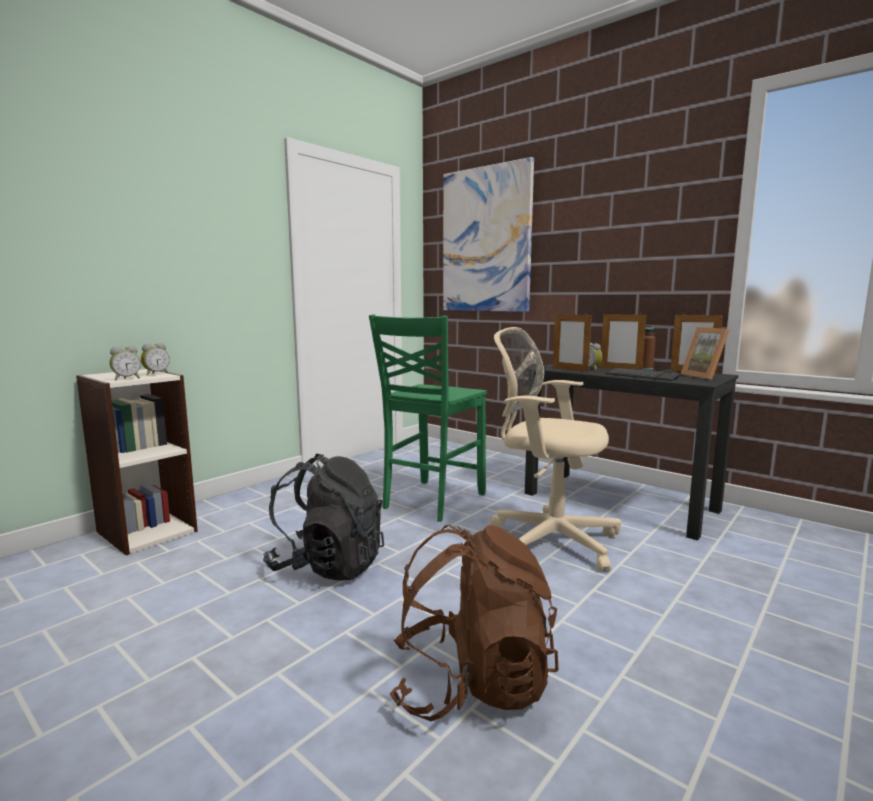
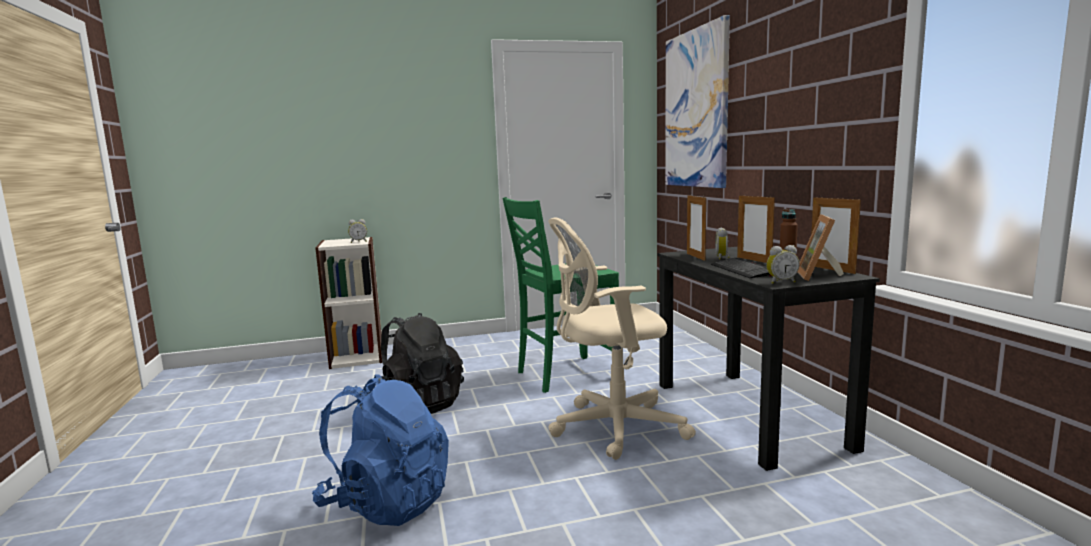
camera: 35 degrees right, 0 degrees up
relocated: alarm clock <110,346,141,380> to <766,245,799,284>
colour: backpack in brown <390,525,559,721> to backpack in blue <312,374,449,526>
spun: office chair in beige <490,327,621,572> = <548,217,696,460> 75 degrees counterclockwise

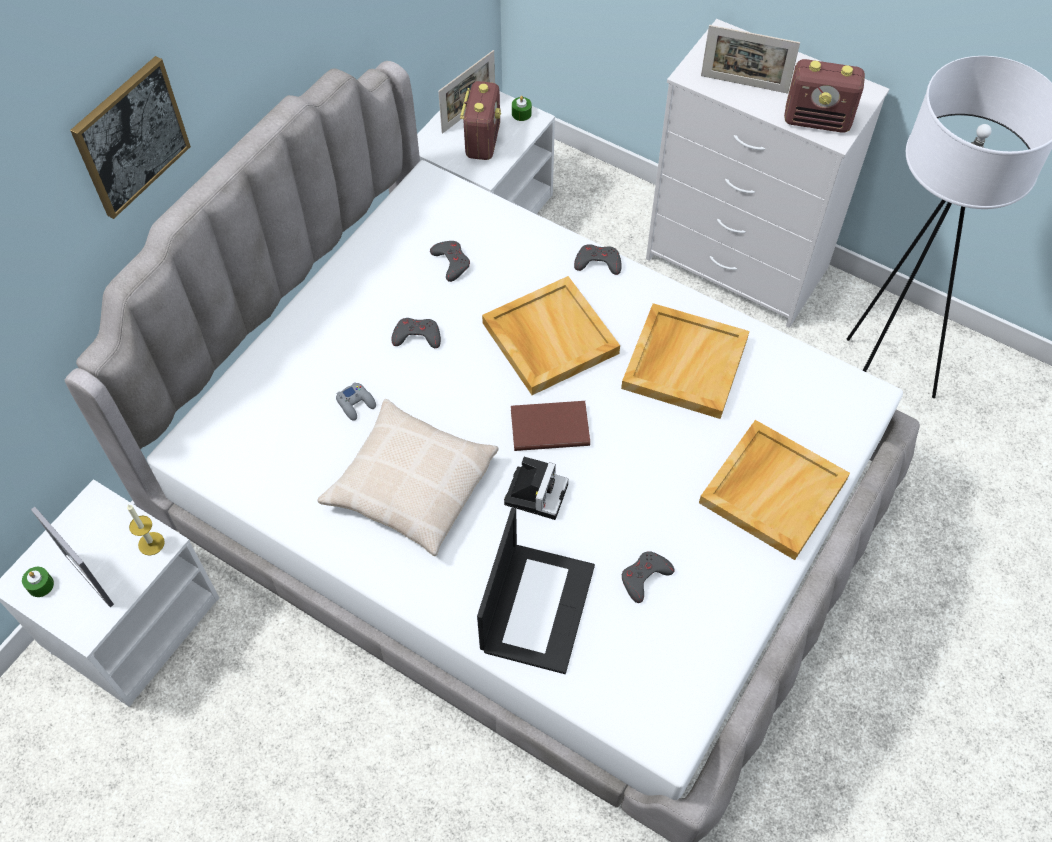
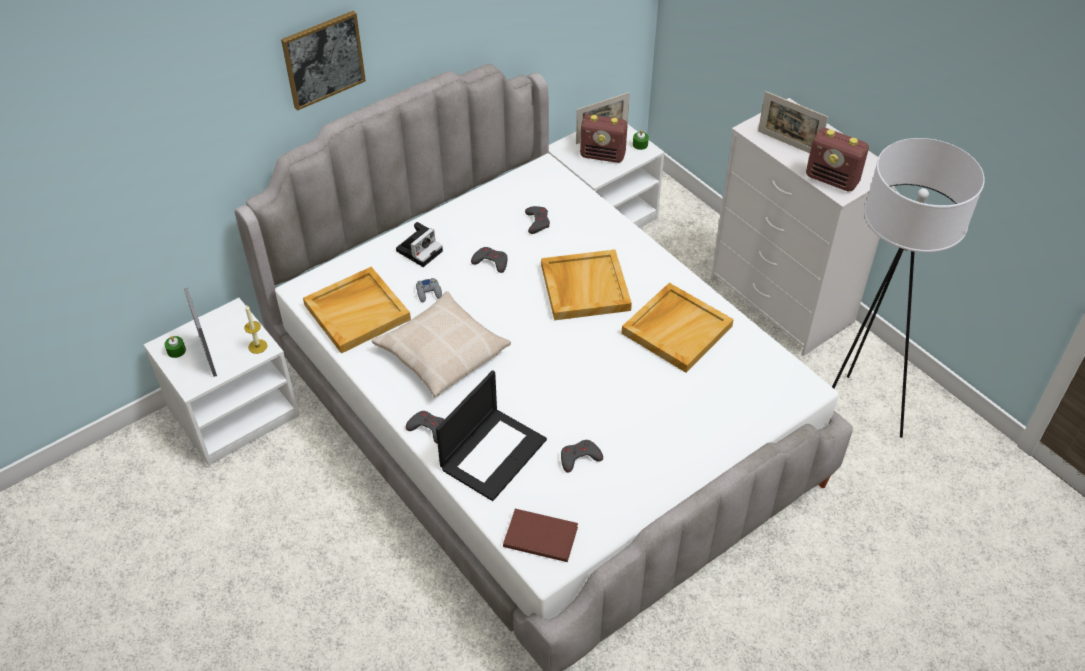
camera: 20 degrees right, 10 degrees down
relocated: game controller in grey <574,244,622,275> to <406,411,445,443>; book in brown <511,401,590,451> to <503,509,578,562>; tray in beige <699,420,850,560> to <303,267,411,354>; photo camera <504,457,569,520> to <396,222,443,267>
spun: radio <460,81,501,160> = <580,114,627,163> 75 degrees clockwise

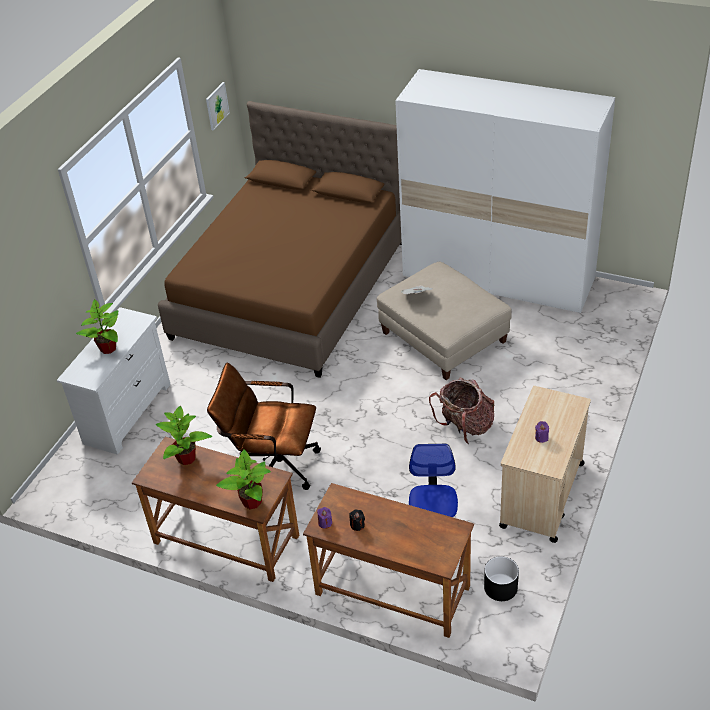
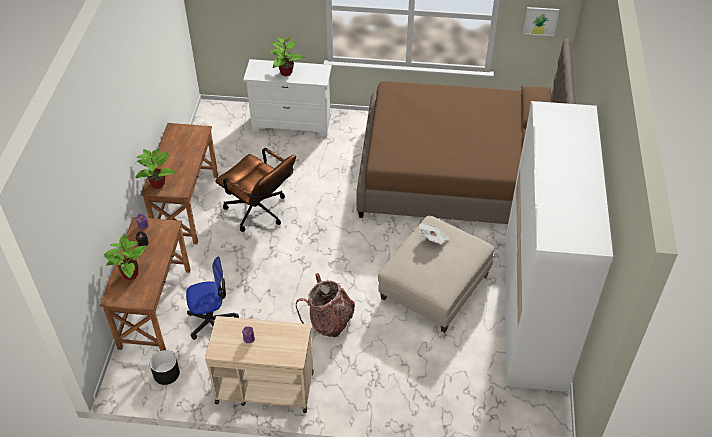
camera: 70 degrees right, 5 degrees up
relocated: potted plant <156,406,212,465> to <104,234,147,280>
spun: office chair in brown <207,362,321,490> = <215,148,296,232> 135 degrees clockwise

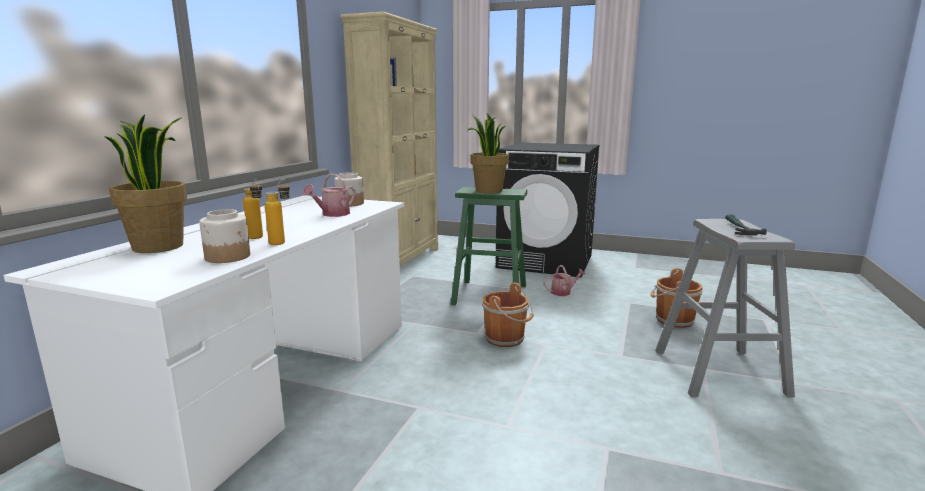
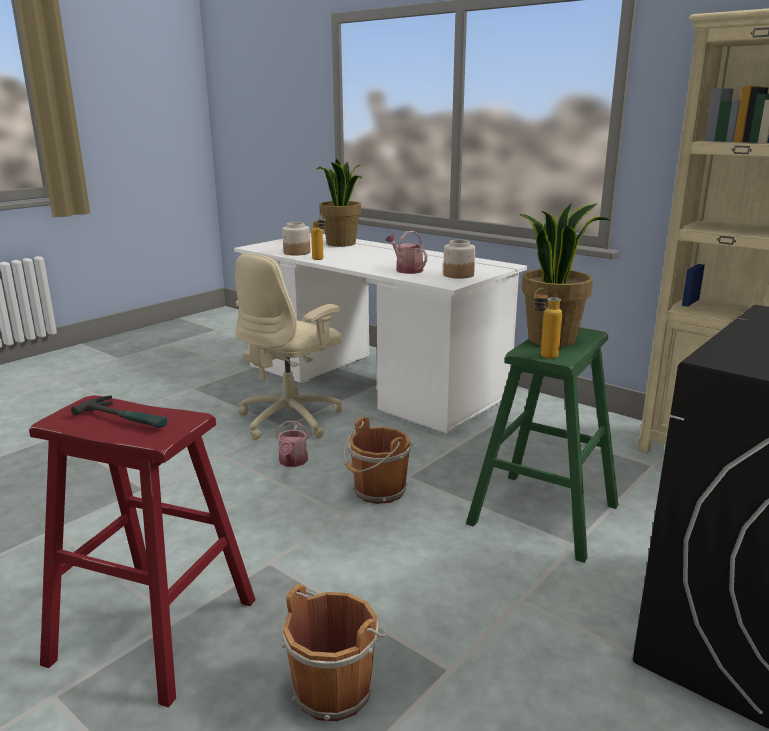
camera: 110 degrees right, 5 degrees up
appeared: office chair in beige <235,253,342,440>
relocated: bottle <243,179,263,239> to <534,288,562,359>; watering can <544,265,586,296> to <276,421,309,467>
colour: stool in grey <655,219,795,398> to stool in red <29,395,256,708>

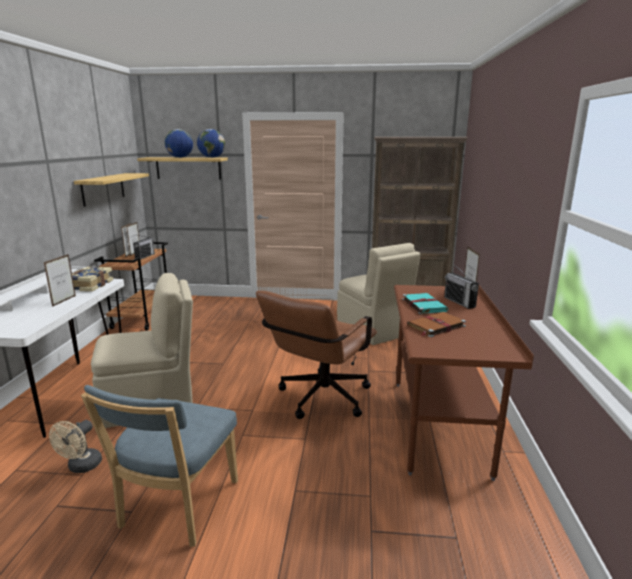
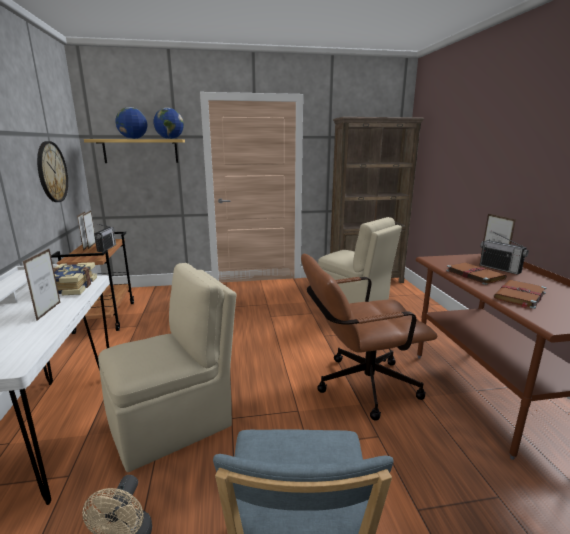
camera: 15 degrees left, 0 degrees up
exchanged: shelf <74,173,149,207> to wall clock <37,141,68,202>
colour: book in turquoise <402,293,449,314> to book in brown <446,262,507,285>
spun: office chair in brown <256,291,377,419> = <301,254,437,421> 60 degrees clockwise

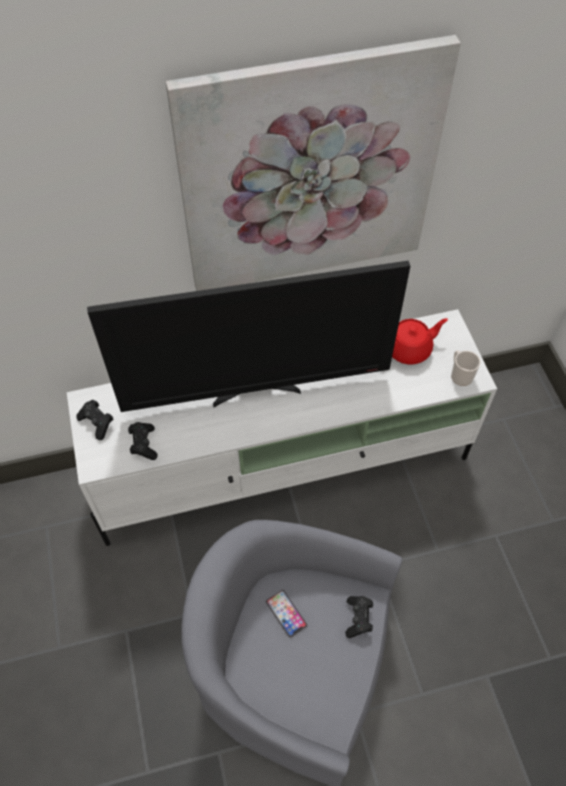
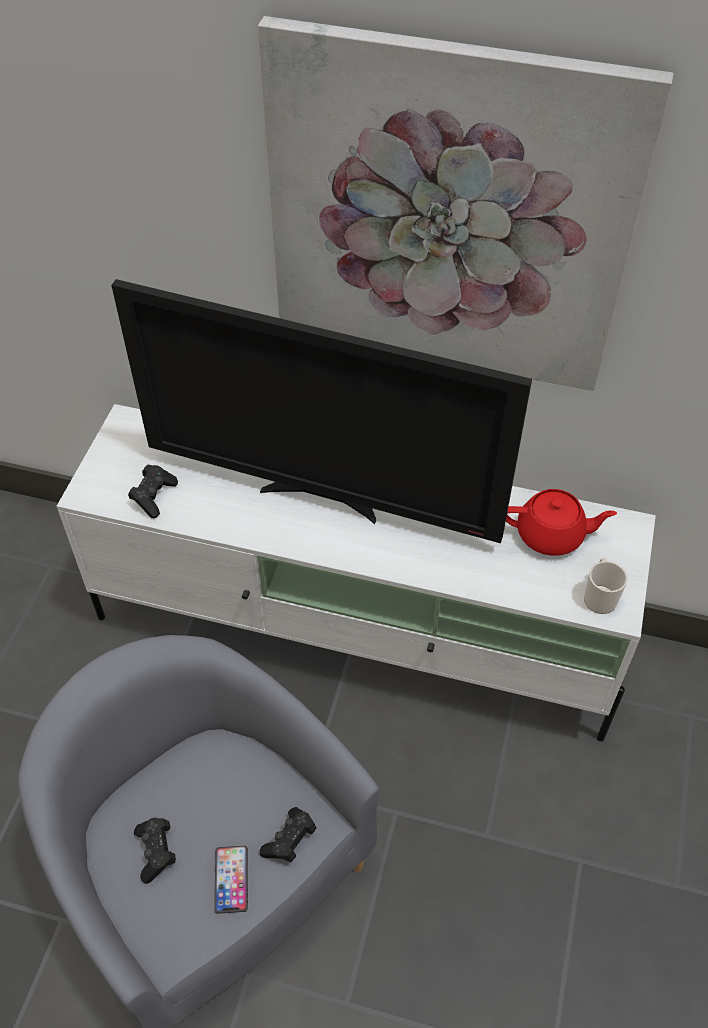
camera: 30 degrees right, 5 degrees down
relocated: game controller in black <76,400,113,440> to <134,818,176,884>; phone <266,590,307,637> to <214,846,248,914>

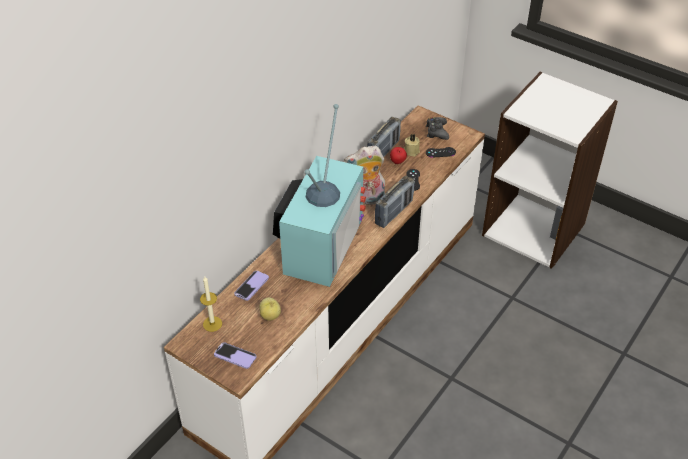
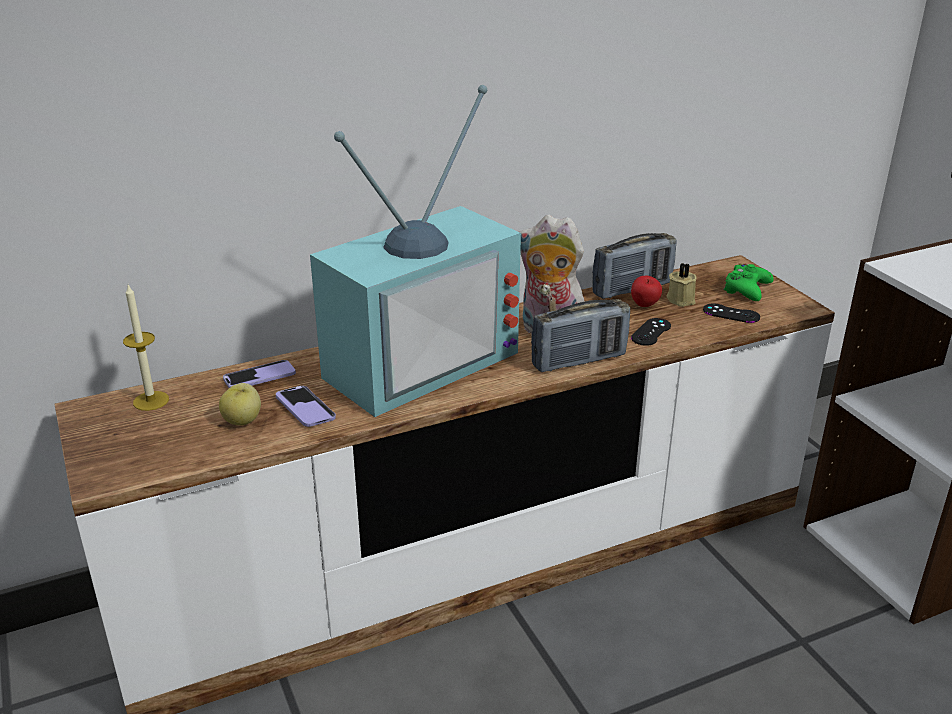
camera: 30 degrees right, 15 degrees down
relocated: phone <214,342,256,369> to <276,386,336,427>
colour: game controller in black <426,117,449,140> to game controller in green <723,264,774,301>

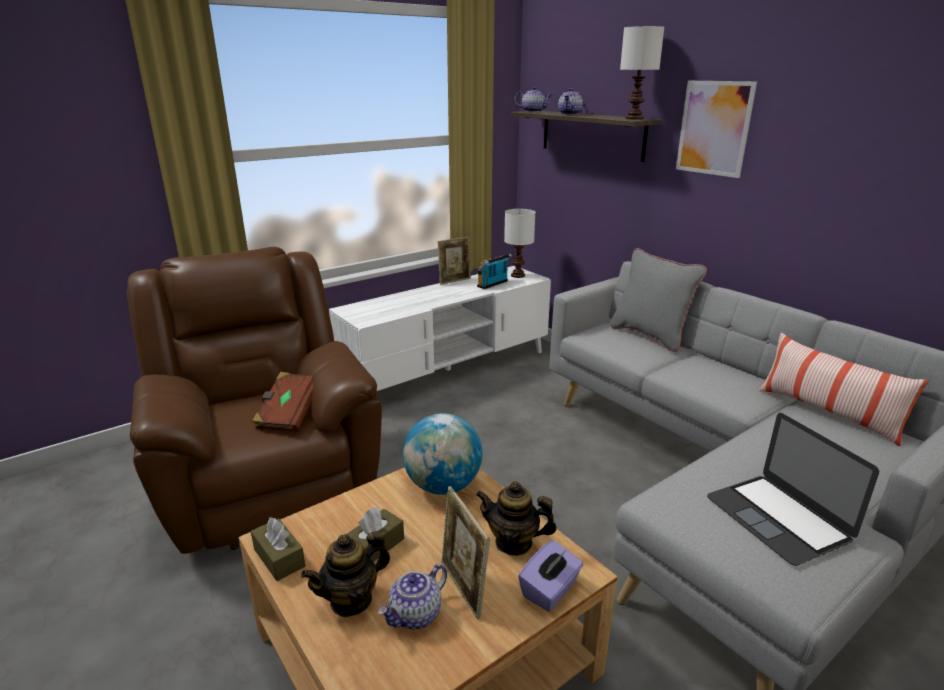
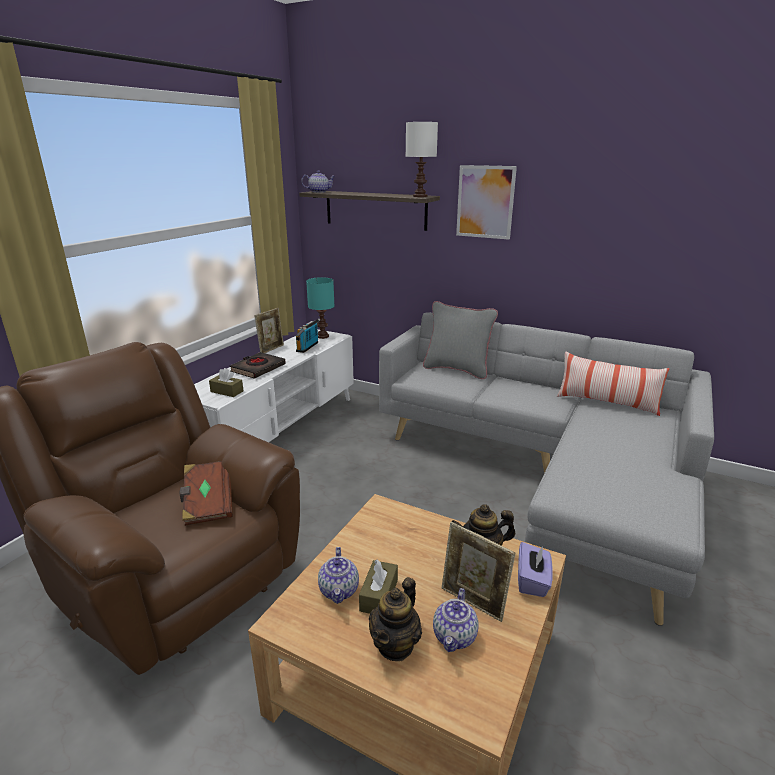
camera: 25 degrees left, 0 degrees up
missing: globe <403,413,482,495>; laptop <707,413,879,566>
appeared: book in black <230,352,286,379>
relocated: teapot <558,88,583,115> to <318,547,359,604>; tissue box in brown <251,517,305,581> to <209,368,244,397>
colour: table lamp in white <504,209,535,278> to table lamp in turquoise <306,277,335,339>

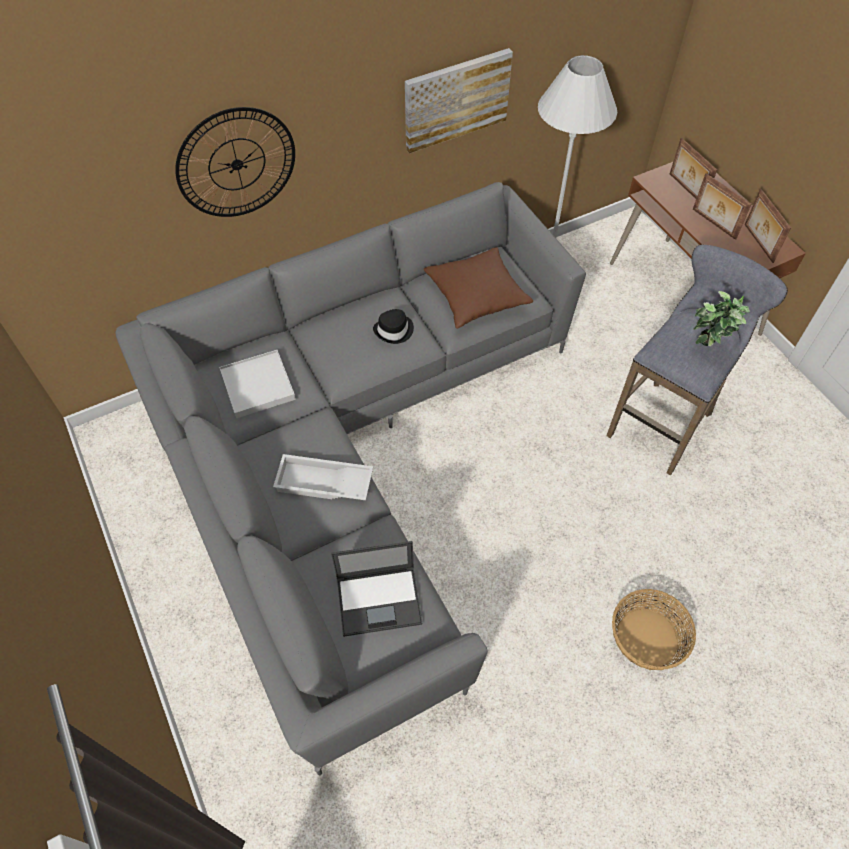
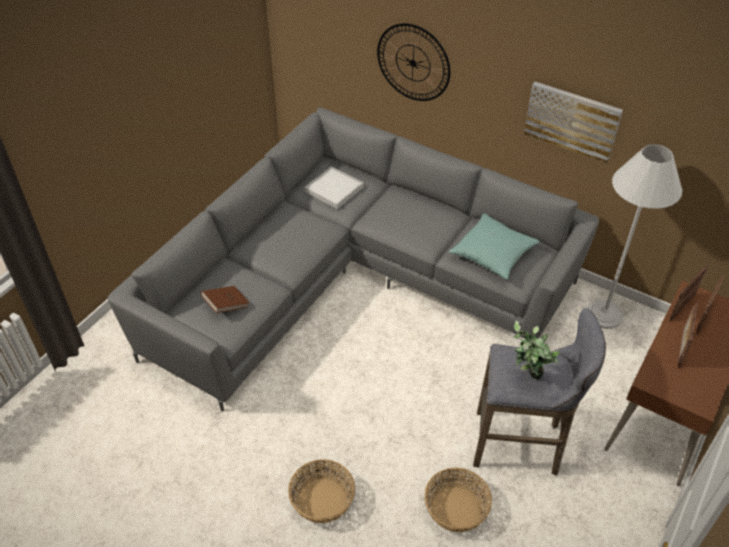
camera: 60 degrees right, 10 degrees down
missing: hat in black <373,309,414,344>; tray in white <273,454,373,500>
appeared: basket <424,467,492,532>
relocated: picture frame <745,189,791,263> to <670,265,708,321>
exchanged: laptop <331,541,423,637> to book in brown <201,286,250,313>
colour: pillow in brown <424,247,533,329> to pillow in turquoise <449,214,540,280>

